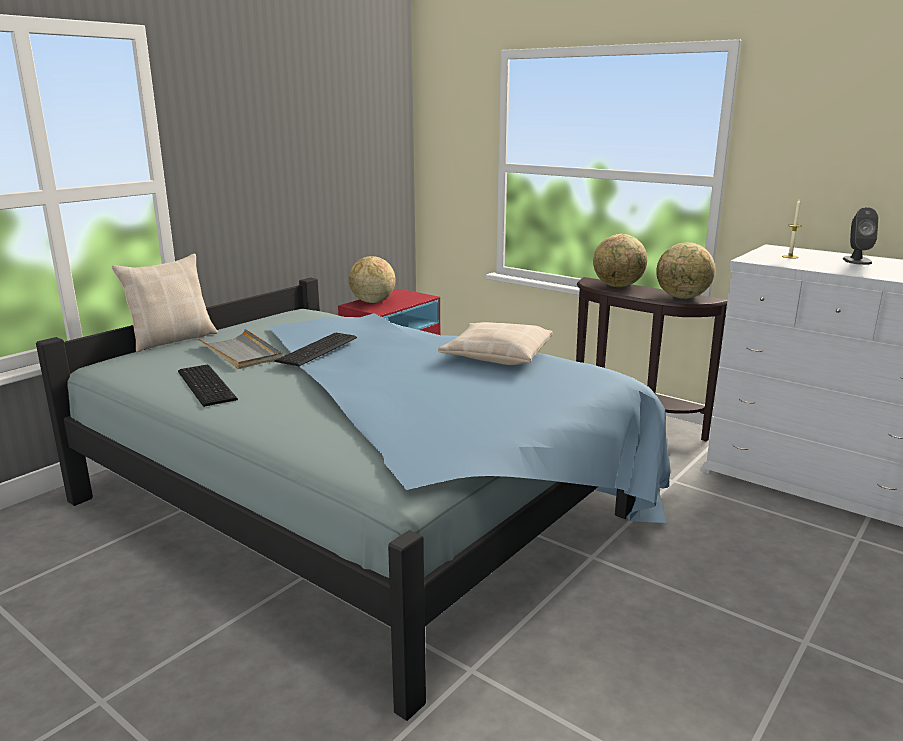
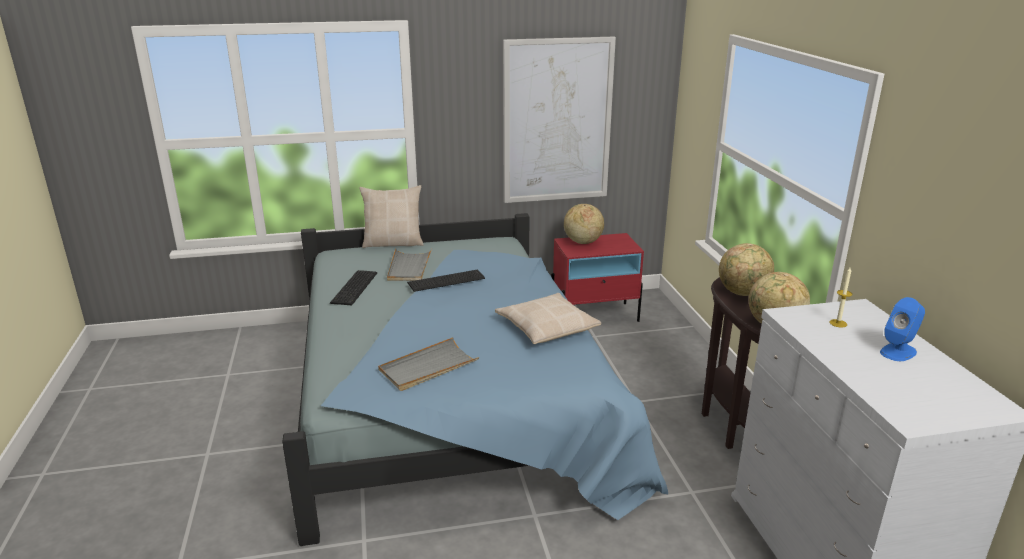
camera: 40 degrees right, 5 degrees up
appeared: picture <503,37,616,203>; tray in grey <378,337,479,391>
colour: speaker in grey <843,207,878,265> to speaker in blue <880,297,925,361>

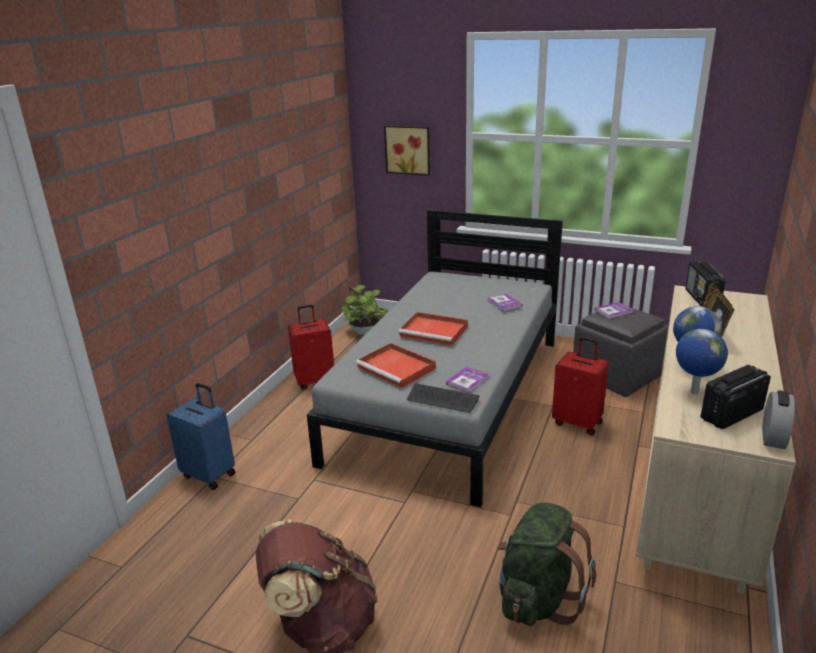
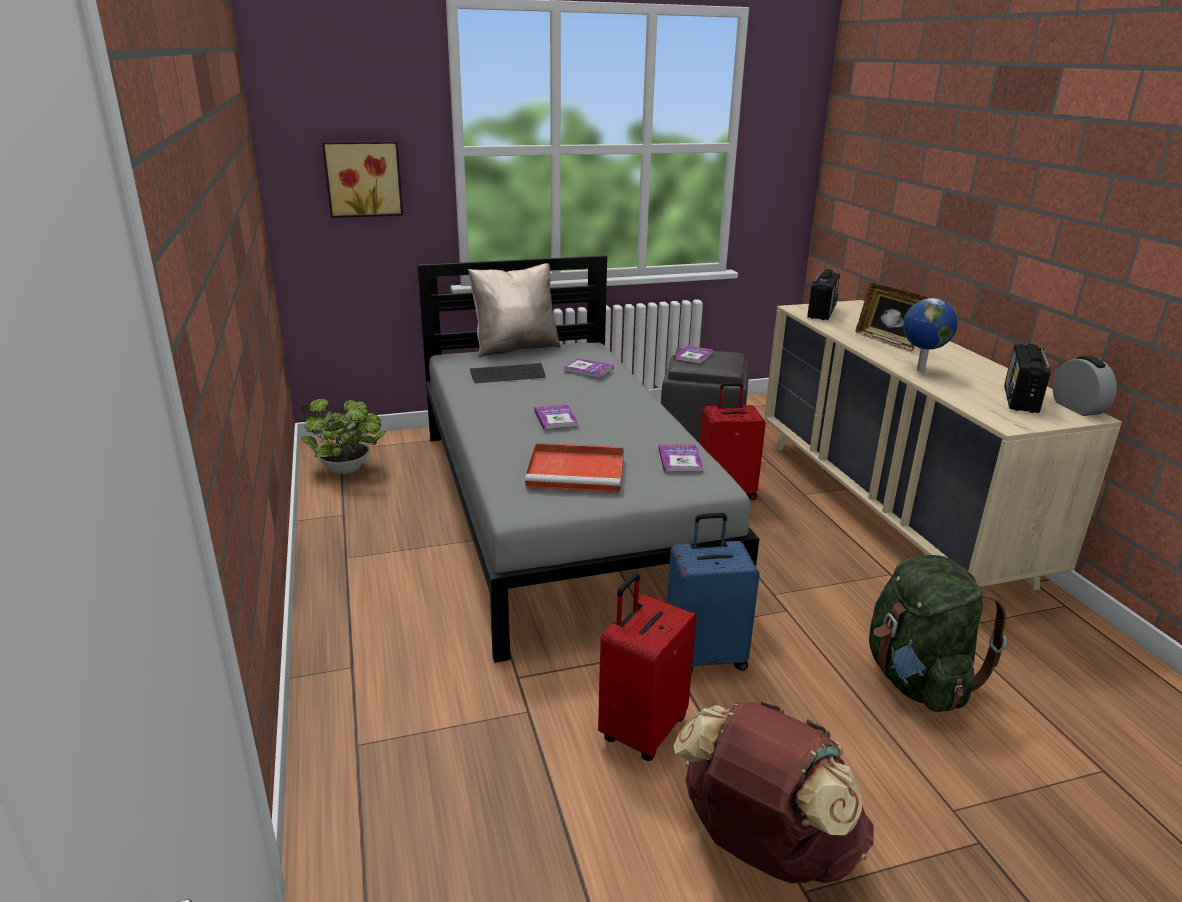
camera: 40 degrees left, 0 degrees up
missing: globe <676,329,728,395>
appeared: pillow in beige <468,263,561,358>
relocated: suitcase in red <288,304,334,390> to <598,573,697,761>; suitcase in blue <166,383,235,490> to <667,513,760,671>; keyboard <407,383,480,413> to <470,363,546,383>
exchanged: tray in red <398,312,468,346> to book <534,404,579,430>
spun: radio <685,261,726,307> = <807,269,840,320> 120 degrees counterclockwise

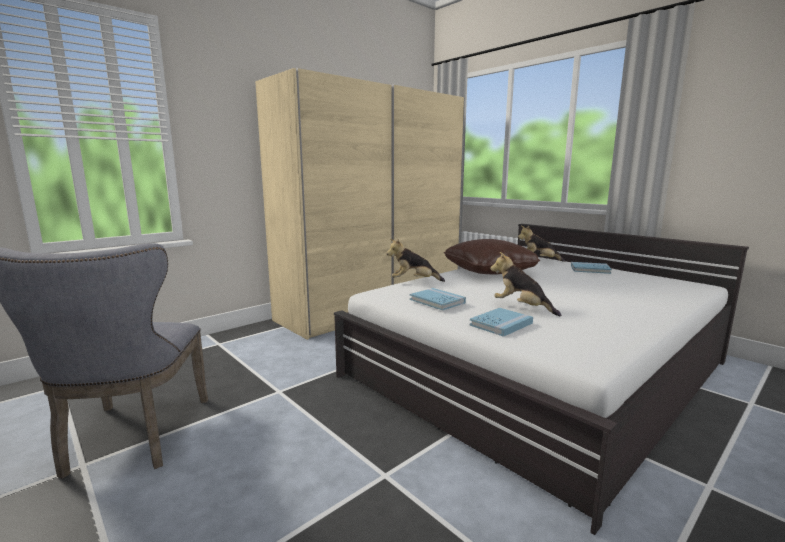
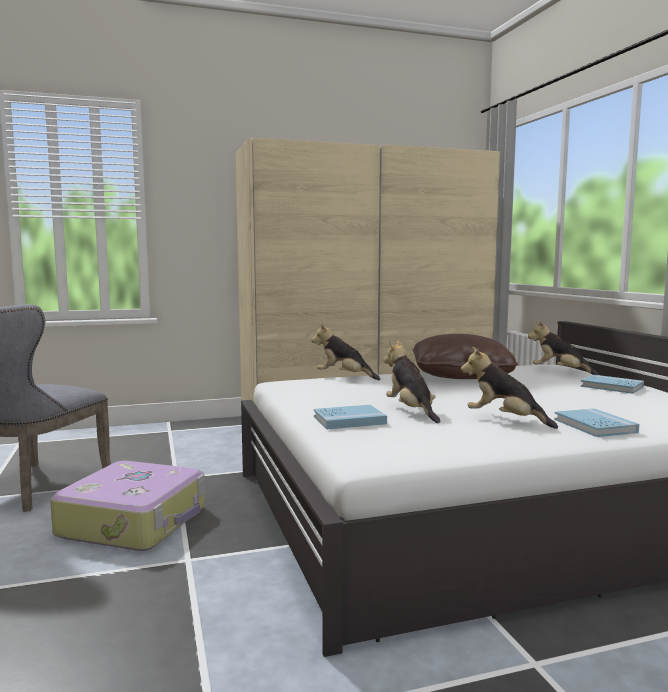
camera: 25 degrees right, 5 degrees down
appeared: plush toy <461,347,558,429>; suitcase <50,461,205,551>
relocated: book in blue <410,288,466,310> to <554,408,639,437>

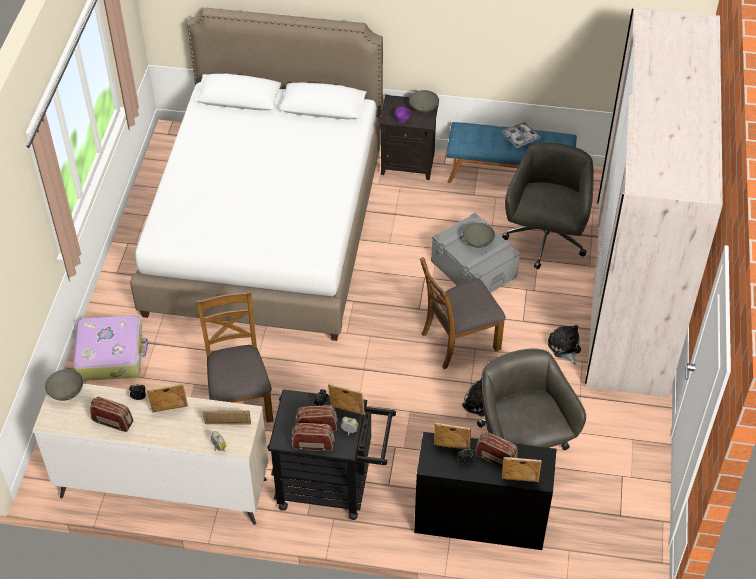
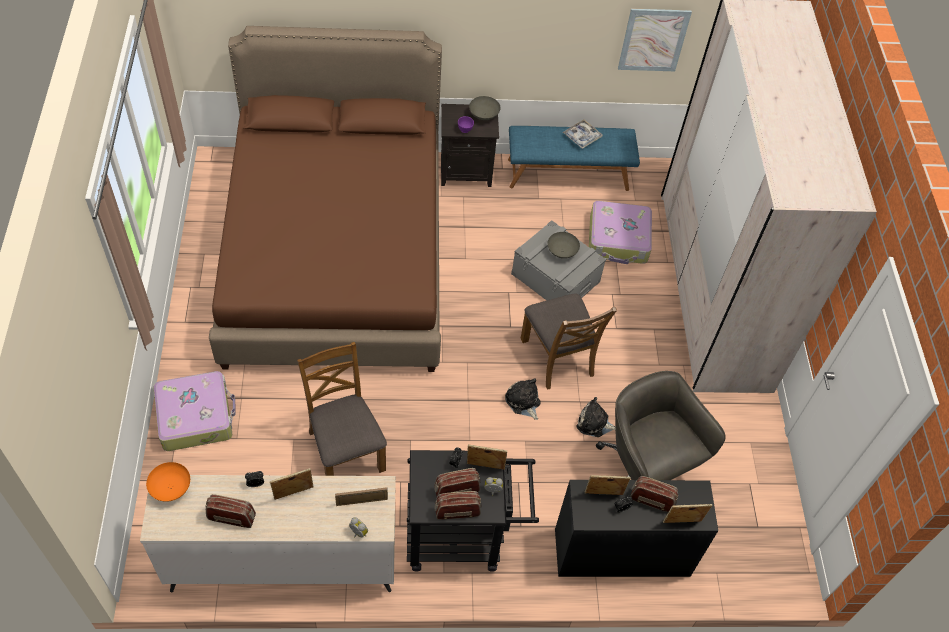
camera: 15 degrees left, 5 degrees up
appeared: picture <618,8,692,71>
relocated: plush toy <548,325,581,365> to <505,378,541,420>
exchanged: office chair in grey <502,142,594,269> to suitcase <589,201,652,264>
colour: bed in white <130,8,383,341> to bed in brown <209,26,442,372>; bowl in grey <45,369,83,401> to bowl in orange <146,462,190,502>
spun: chair in brown <420,257,506,369> = <521,294,617,390> 75 degrees counterclockwise

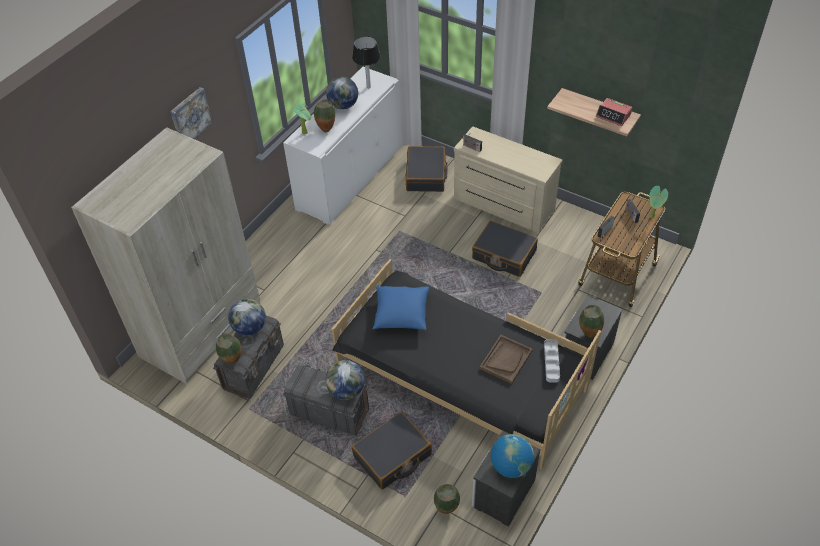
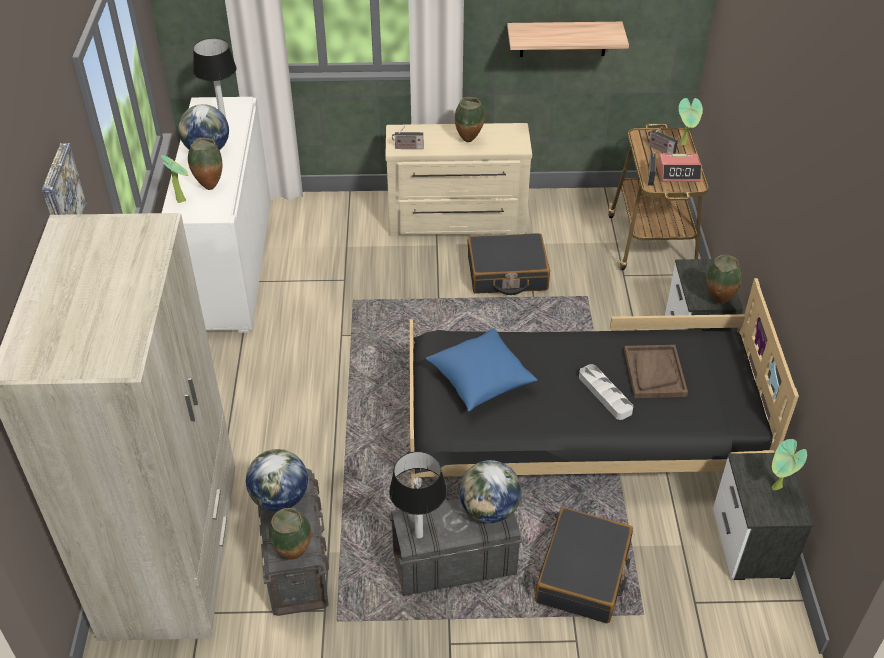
camera: 35 degrees left, 5 degrees down
missing: suitcase in black <406,146,448,192>
appeared: table lamp <389,451,447,539>
relocated: alarm clock <596,98,632,126> to <658,154,702,182>; tray in grey <544,339,560,383> to <579,364,633,420>; vase <434,484,460,514> to <455,97,485,142>
exchanged: globe <491,434,534,478> to potted plant <771,439,807,490>

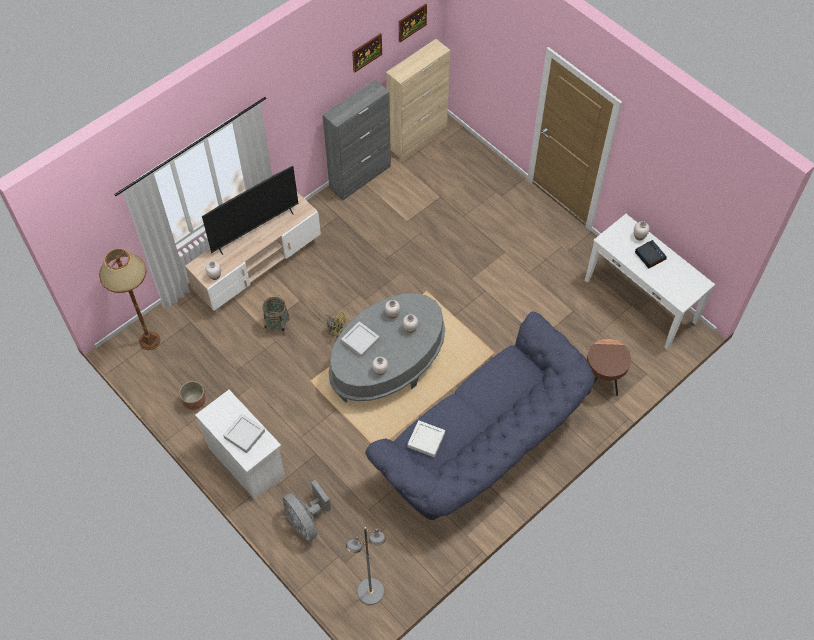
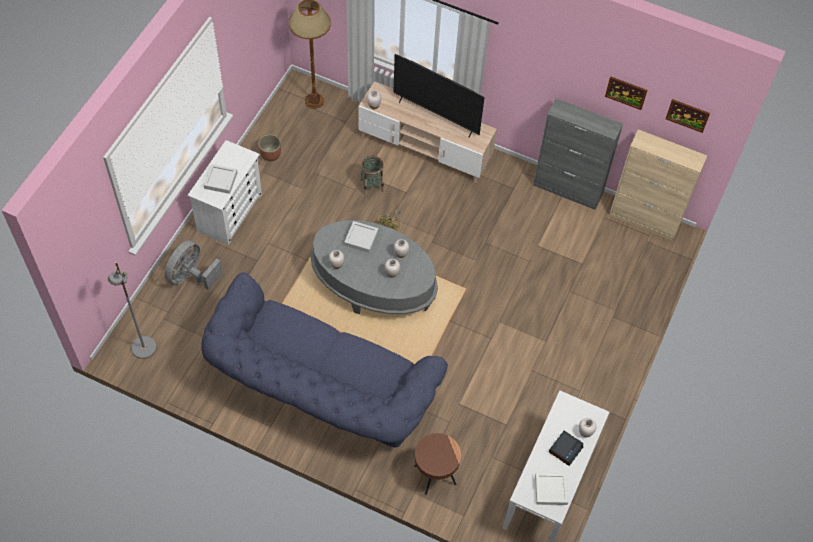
camera: 65 degrees right, 0 degrees up
relocated: tray in white <407,420,445,457> to <535,473,568,505>

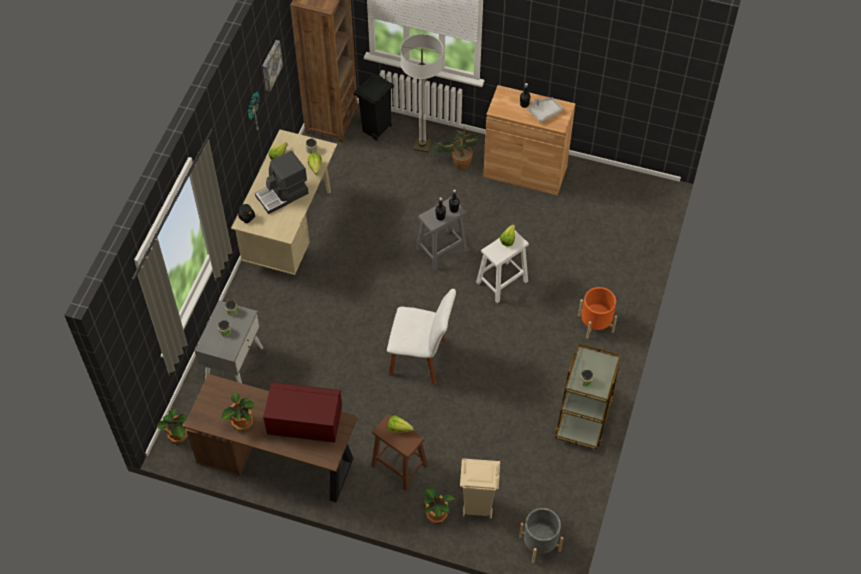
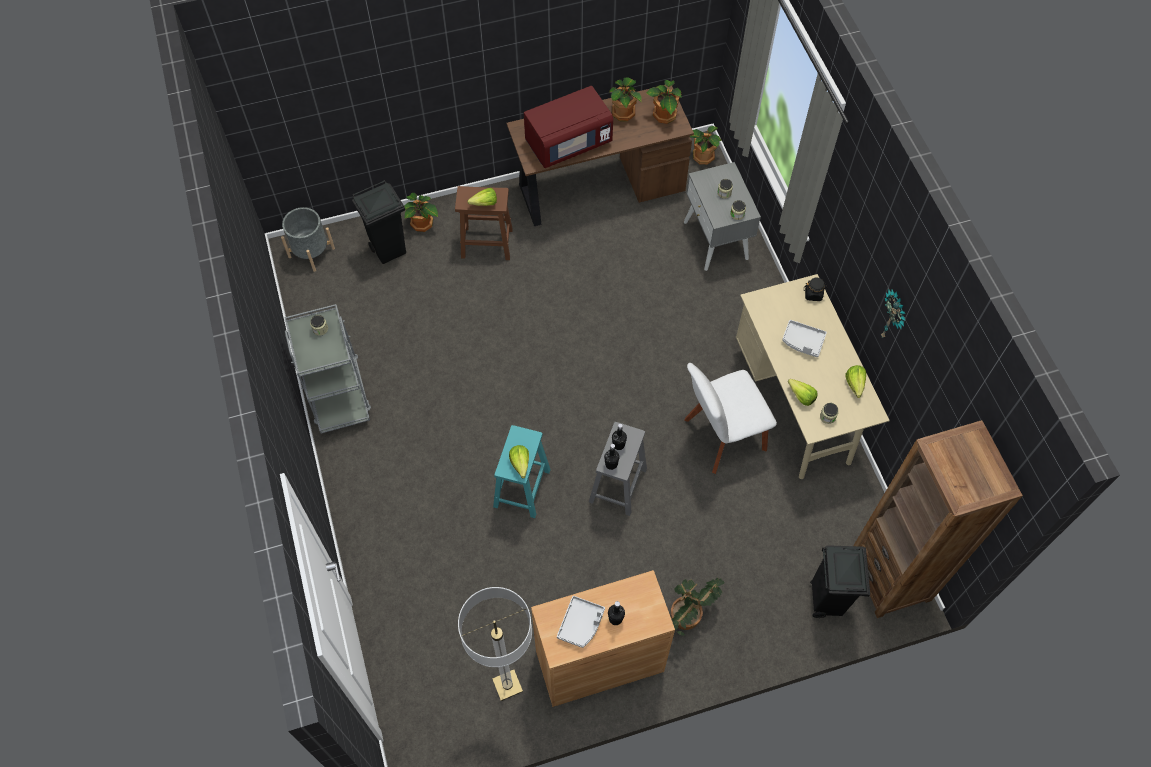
camera: 145 degrees right, 5 degrees up
missing: picture <262,40,283,92>; planter in orange <578,287,617,339>
appeared: potted plant <646,80,682,124>
relocated: floor lamp <400,34,443,152> to <458,587,532,701>; chair in white <387,289,456,385> to <684,363,777,474>
exchanged: coffee machine <255,151,309,214> to tray in grey <782,320,827,357>
colour: stool in white <476,230,529,303> to stool in turquoise <493,425,551,518>; cart in brown <555,343,621,450> to cart in grey <284,304,371,434>; trash can in beige <460,458,500,518> to trash can in black <352,180,406,264>

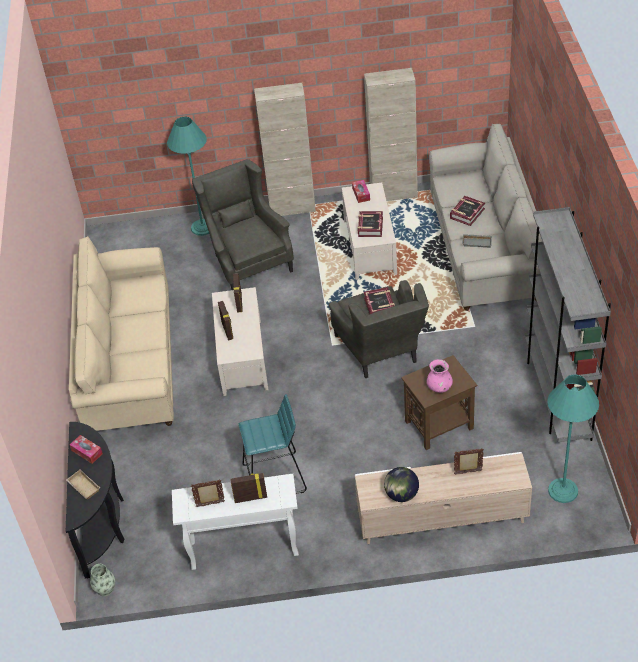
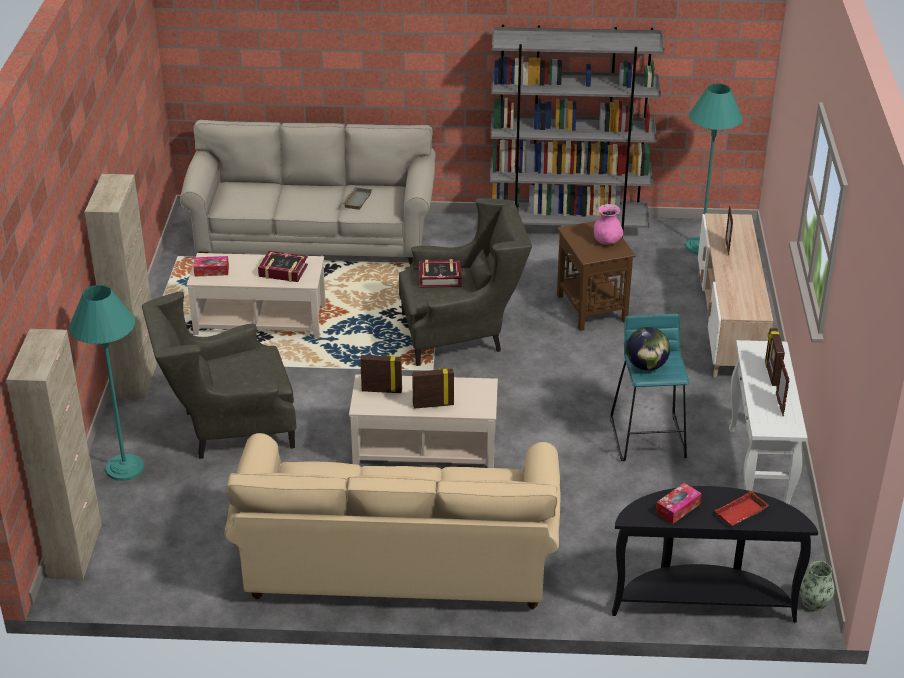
camera: 85 degrees left, 10 degrees down
missing: book <450,196,485,226>
relocated: cabinet in beige <364,68,418,201> to <6,329,102,580>; globe <384,467,419,502> to <626,327,670,371>
colour: tray in beige <66,469,100,499> to tray in red <714,491,769,526>

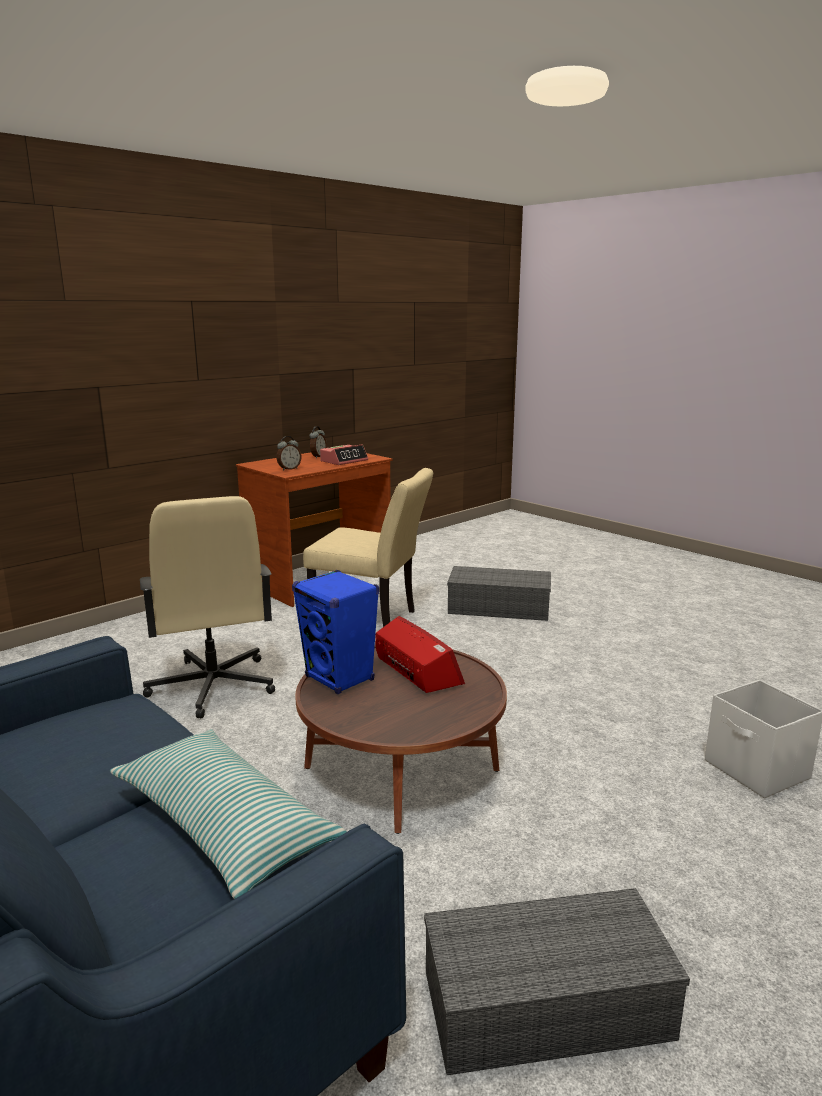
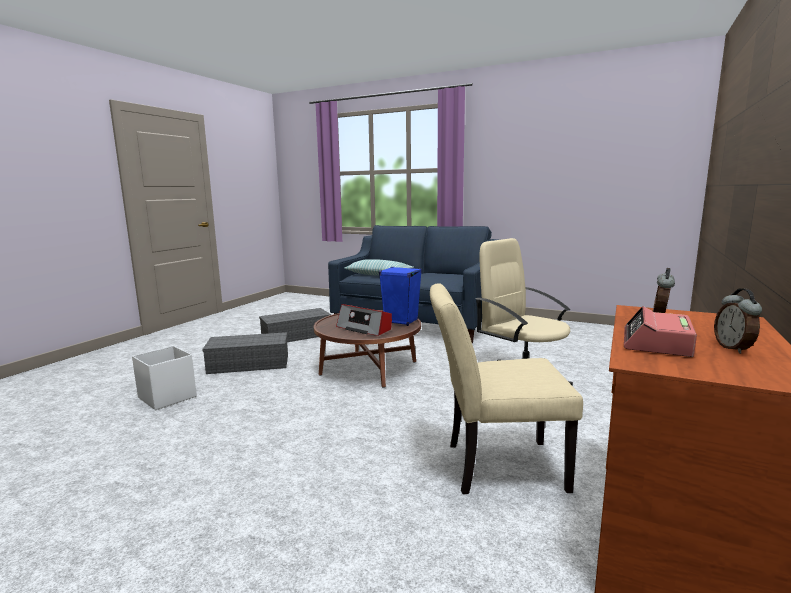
camera: 160 degrees right, 5 degrees down
relocated: storage box in grey <447,566,551,621> to <202,332,288,374>

